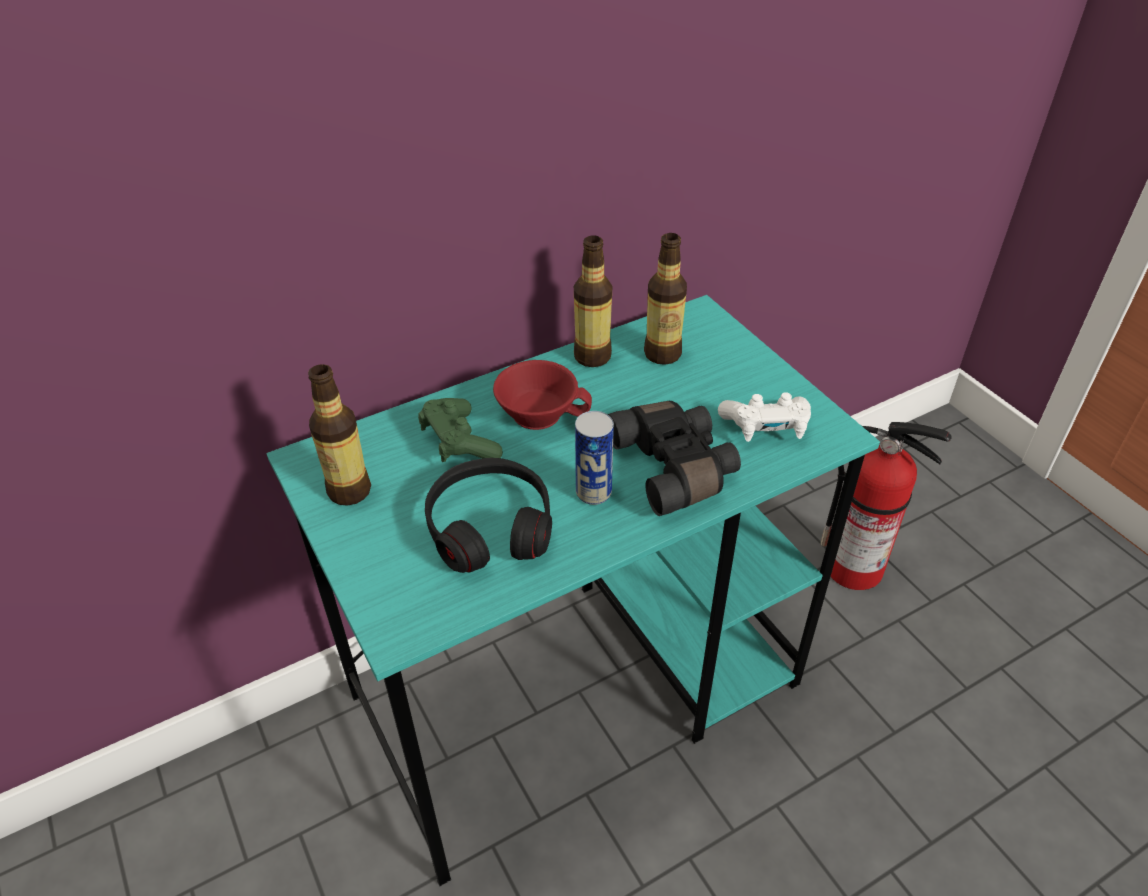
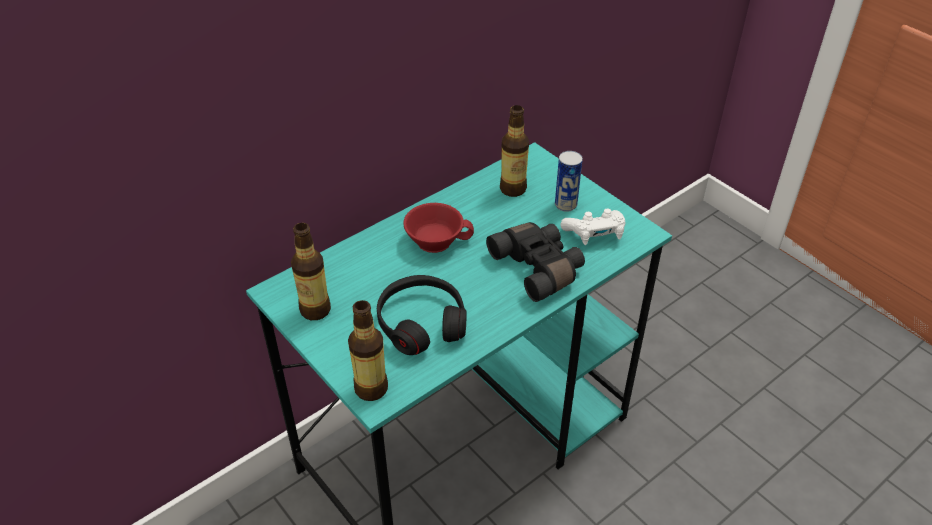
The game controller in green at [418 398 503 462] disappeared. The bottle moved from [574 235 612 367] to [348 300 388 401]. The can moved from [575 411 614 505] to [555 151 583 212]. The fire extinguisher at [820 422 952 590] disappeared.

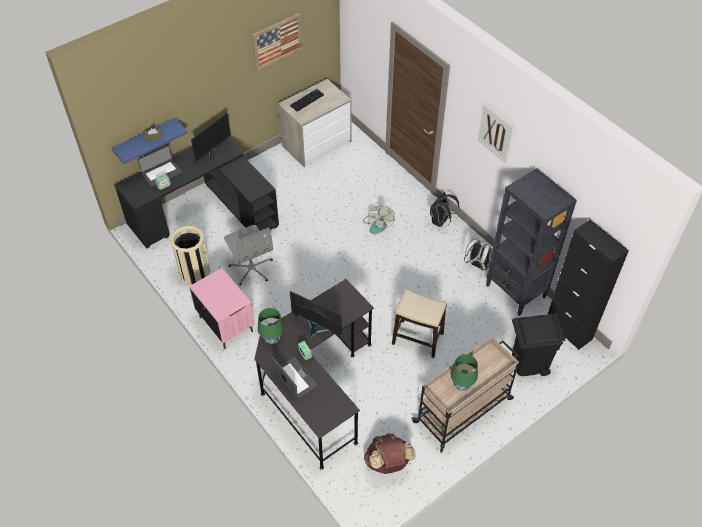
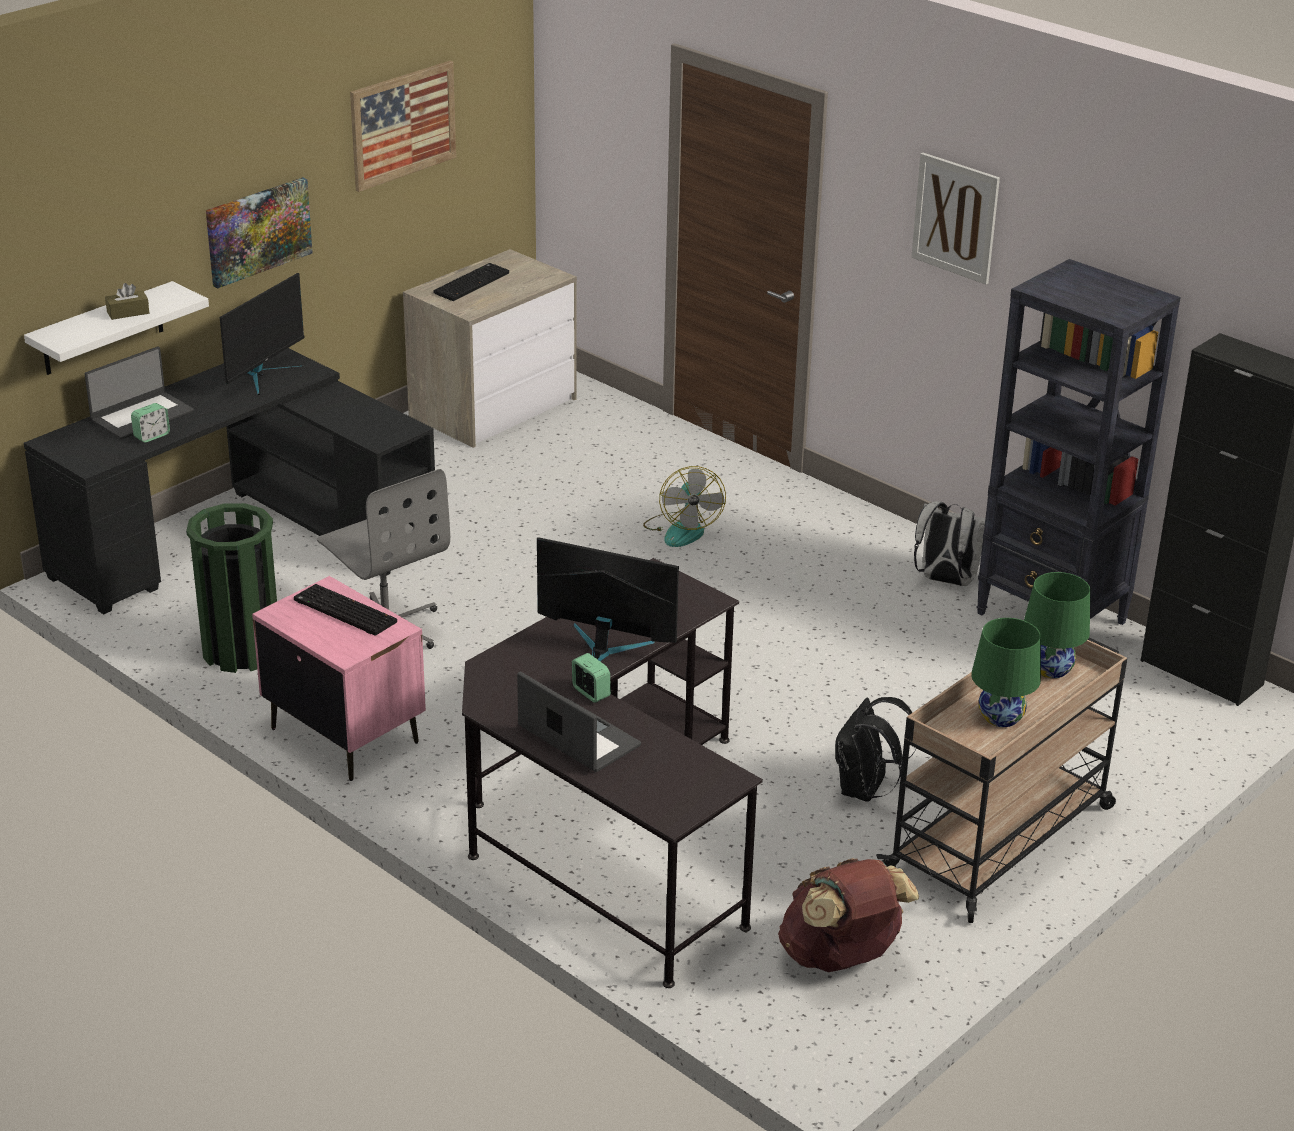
The shelf in blue at [112 118 187 164] became the shelf in white at [24 281 209 375]. The trash can in beige at [170 225 211 286] became the trash can in green at [186 503 277 673]. The table lamp in green moved from [258 308 284 344] to [1024 572 1090 678]. The stool at [392 289 447 358] disappeared. The backpack in black moved from [430 192 460 227] to [835 697 916 802]. The trash can in black at [512 313 565 376] disappeared. The picture at [206 177 313 289] appeared. The keyboard at [294 584 397 636] appeared.

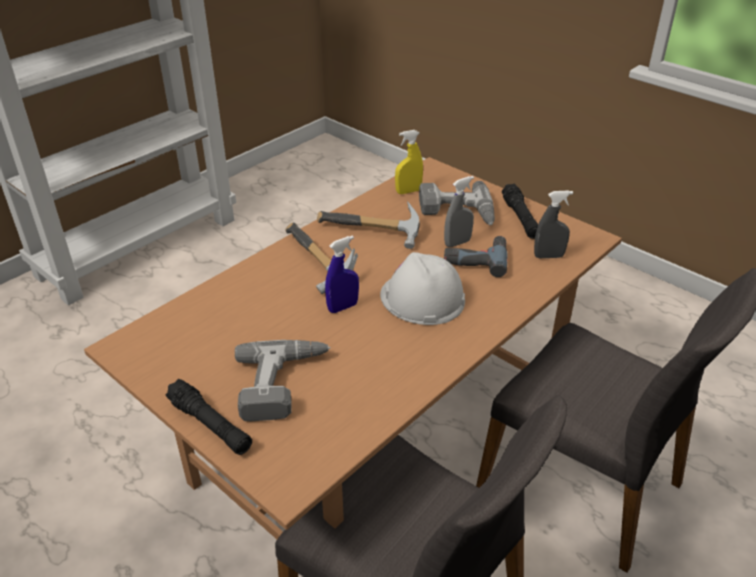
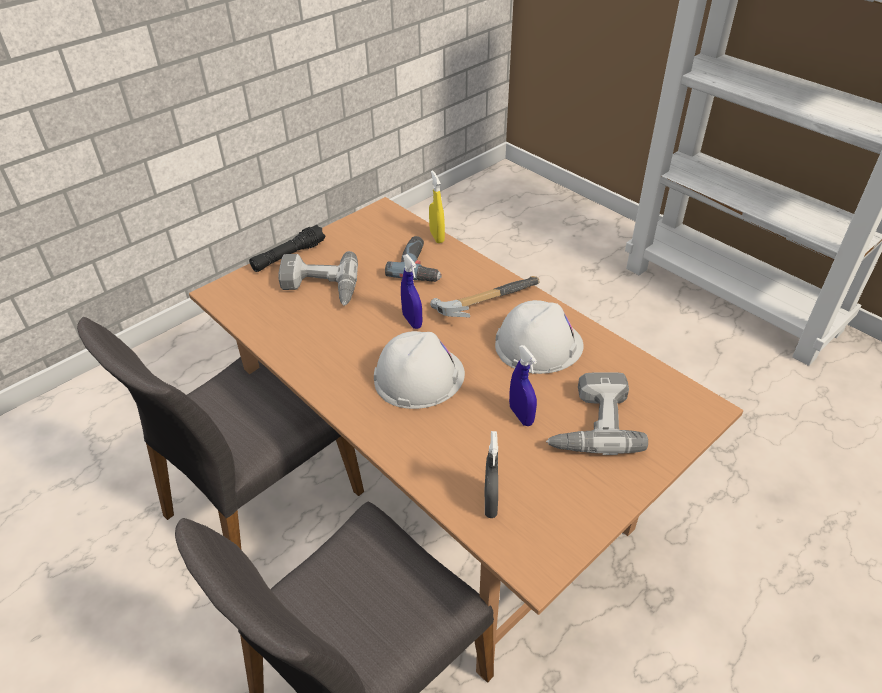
The hammer at [317 201 420 249] was replaced by the hard hat in white at [495 300 584 374]. The spray bottle in yellow moved from [395 130 423 194] to [429 170 445 243]. The spray bottle in grey at [444 176 474 247] became the spray bottle in blue at [509 345 537 426]. The power drill moved from [444 236 508 277] to [385 236 442 282]. The flashlight in black at [502 184 538 239] disappeared.

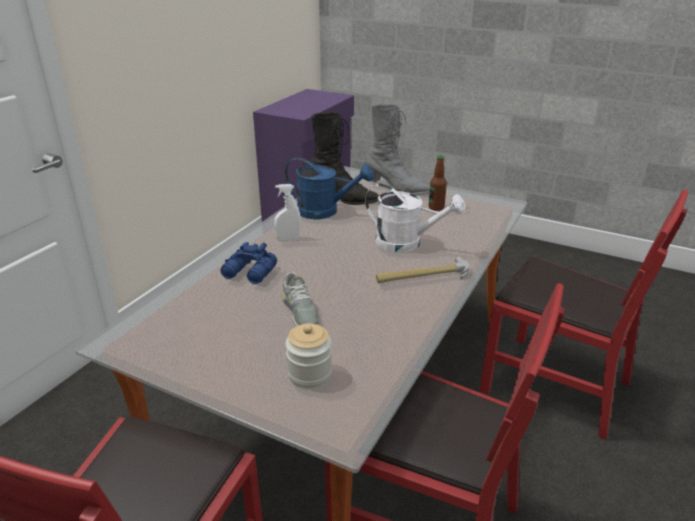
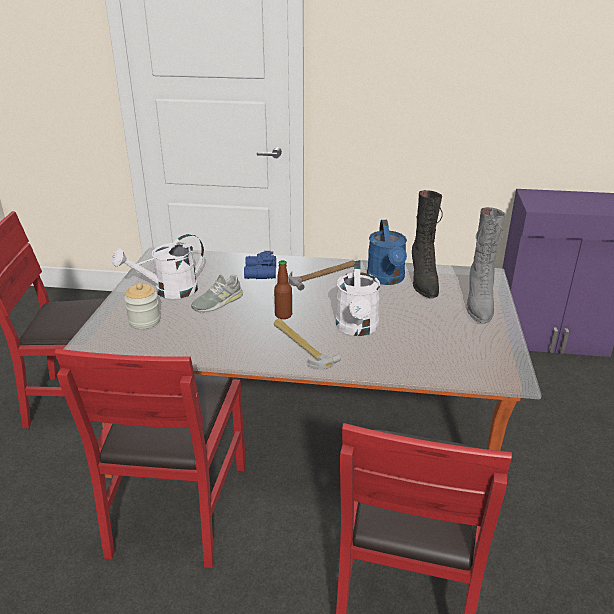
The spray bottle in white at [274 184 301 241] was replaced by the hammer at [289 261 354 290]. The bottle moved from [429 155 447 211] to [274 260 292 319]. The watering can in white at [112 234 204 299] appeared.

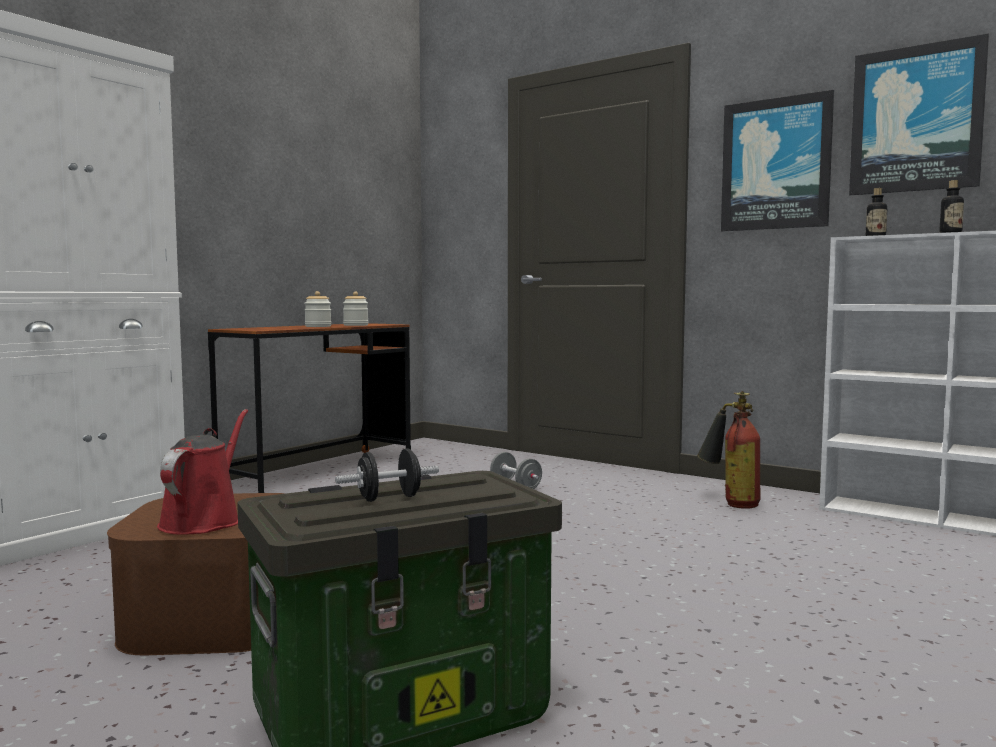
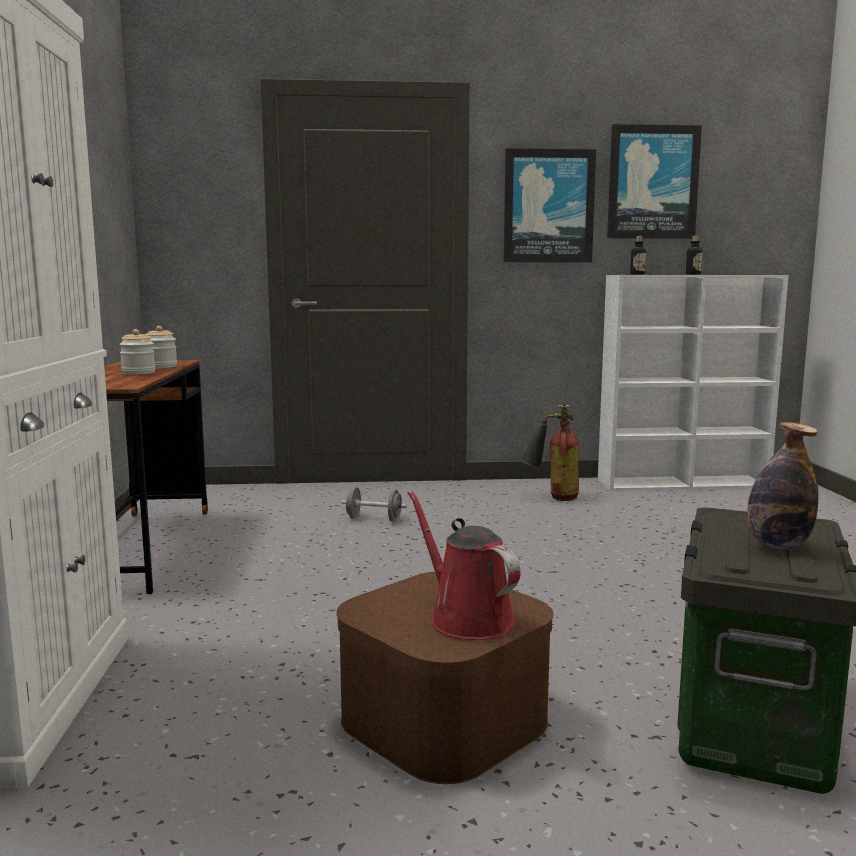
The dumbbell in black at [335 448 439 502] was replaced by the bottle at [747 422 818 549].

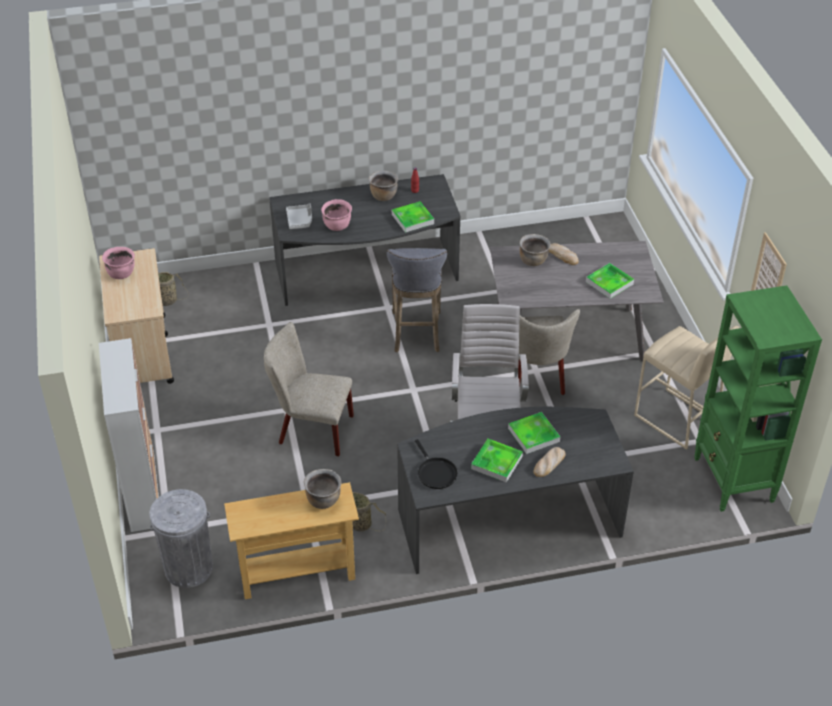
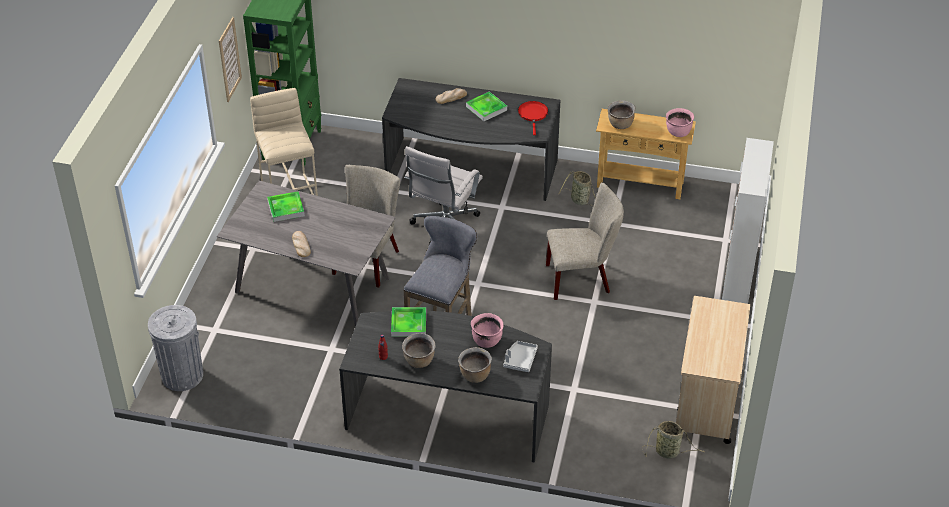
The cooking pot in pink moved from [102 247 135 279] to [666 108 694 137]. The trash can in grey moved from [150 489 213 588] to [148 305 203 391]. The chair in beige at [264 322 354 456] turned 45 degrees counterclockwise. The frying pan in black at [415 439 458 489] became the frying pan in red at [518 101 548 135]. The tray at [508 412 560 454] disappeared. The cooking pot in brown moved from [519 234 551 266] to [458 347 492 383].

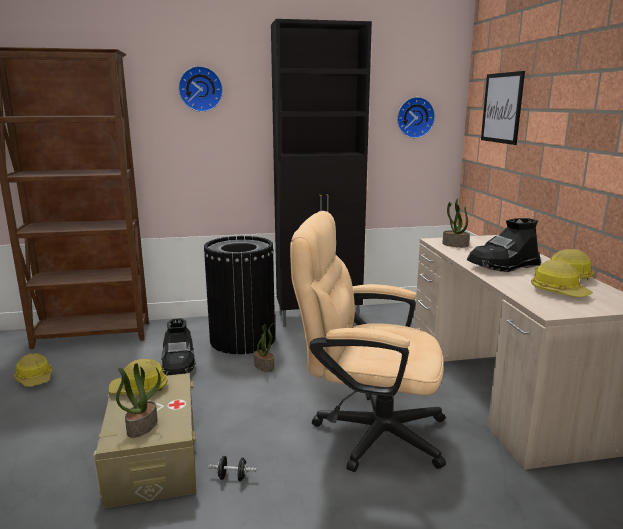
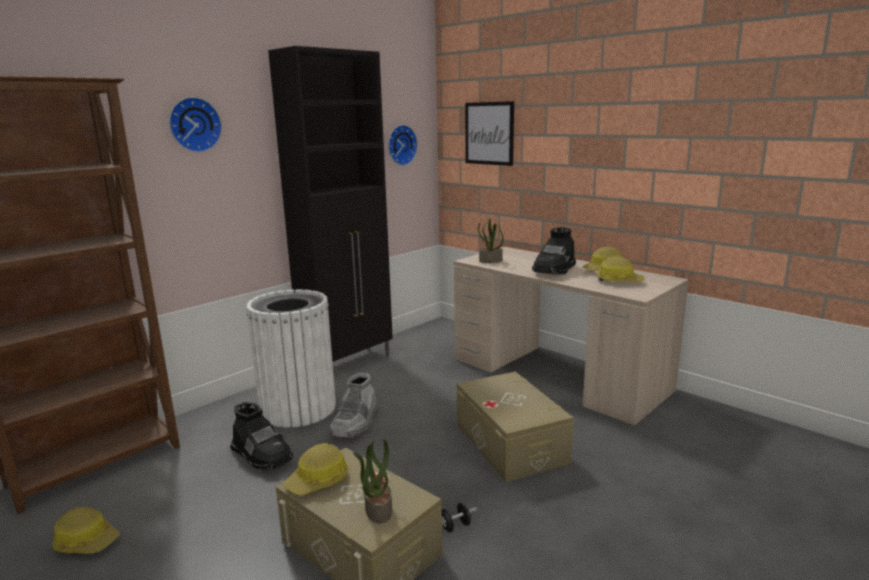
The trash can in black at [204 236 275 354] became the trash can in white at [246 289 336 428]. The potted plant at [254 323 274 372] was replaced by the boot in grey at [329 373 379 438]. The office chair in beige at [290 211 446 472] was replaced by the storage box in beige at [457 372 573 482].

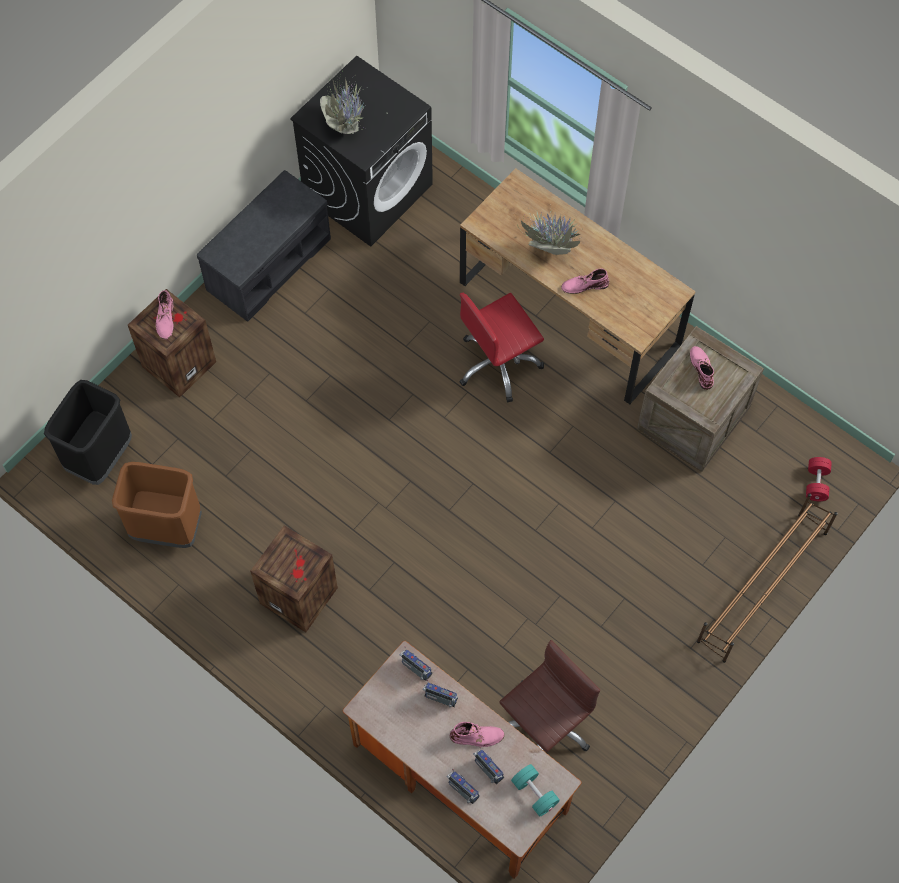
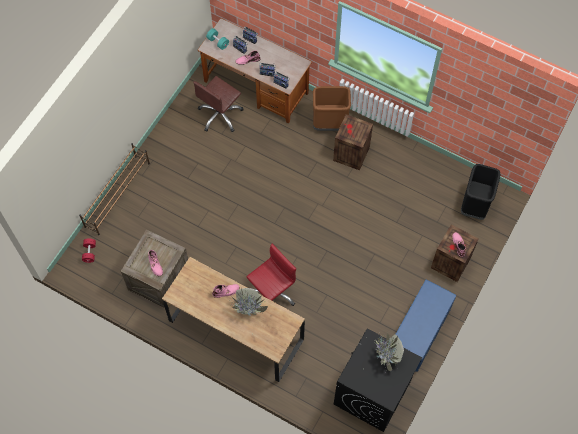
The trash can in brown moved from [112 462 202 548] to [313 86 351 131]. The bench in grey at [197 170 331 322] became the bench in blue at [396 280 456 372].

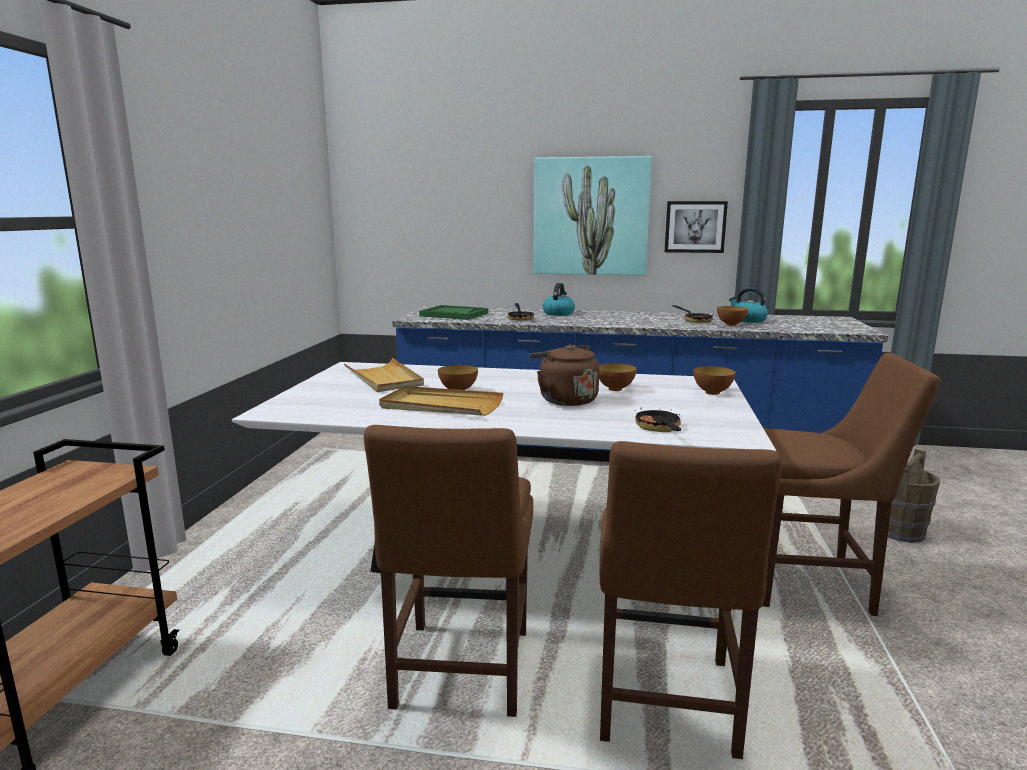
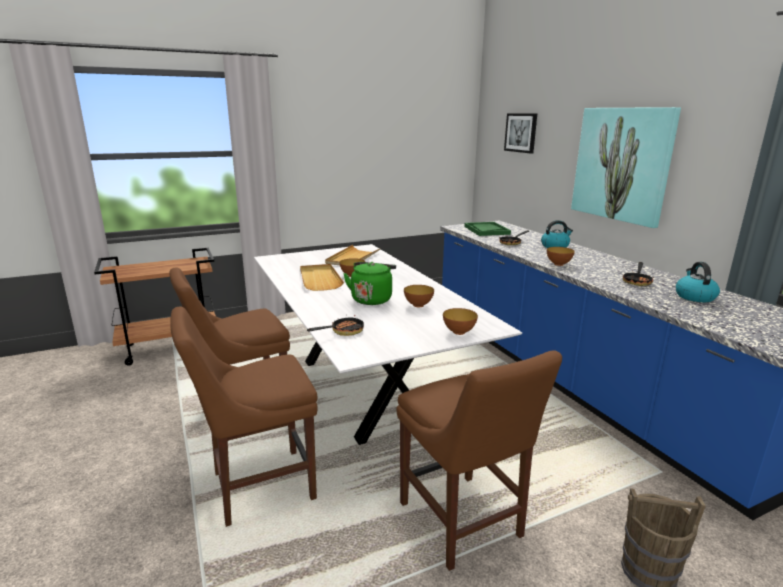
The kettle in brown at [529 345 599 406] became the kettle in green at [343 262 396 305]. The picture moved from [665 201 728 253] to [504 113 537 153]. The bowl moved from [717 306 749 326] to [547 247 575 266].

